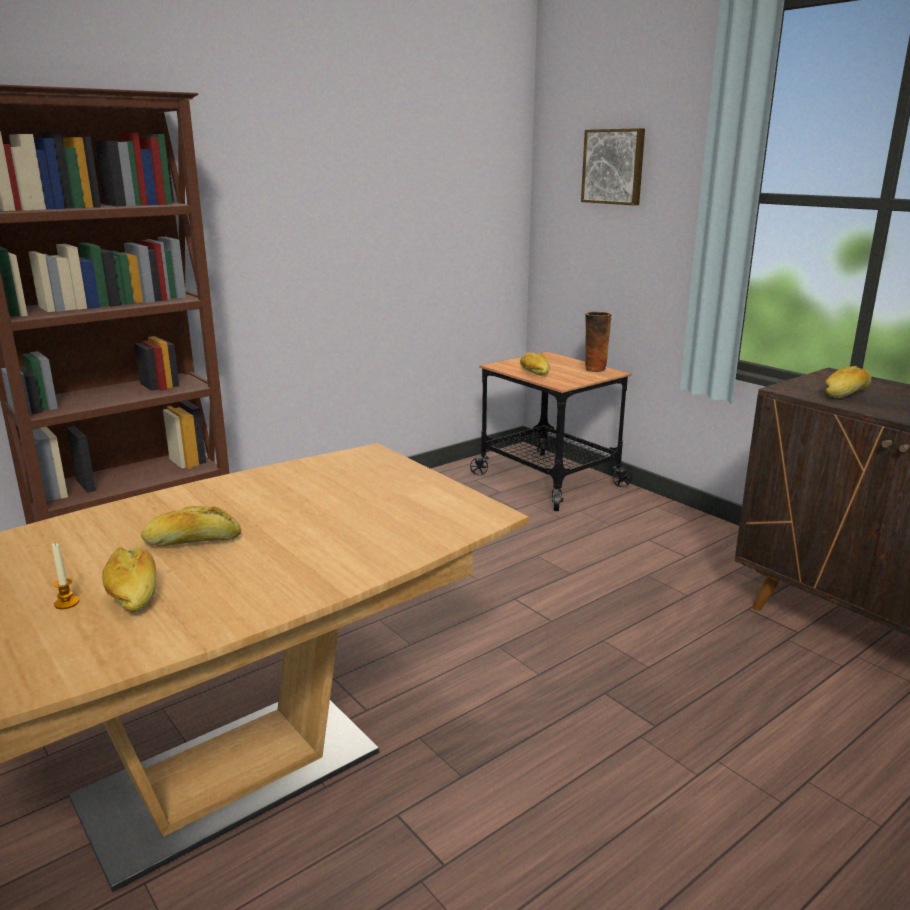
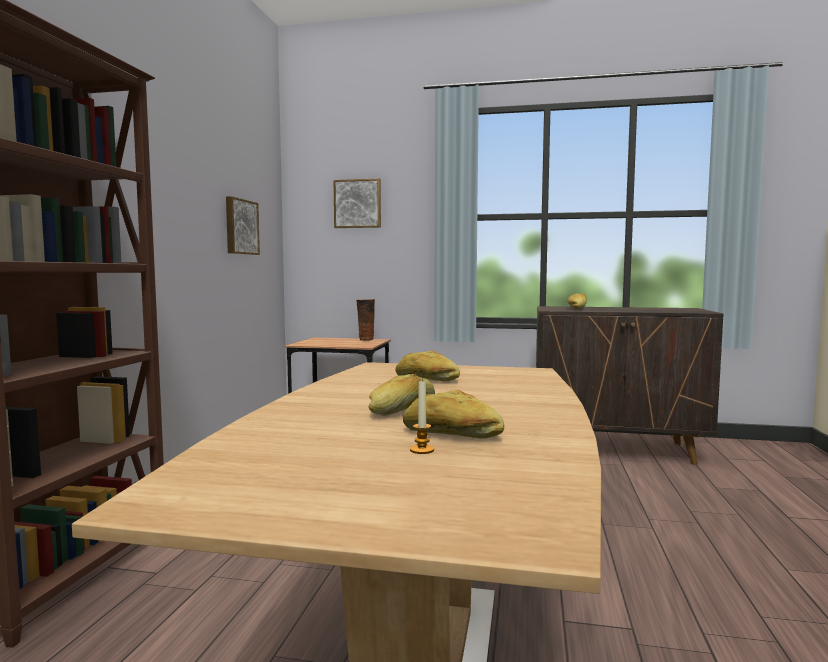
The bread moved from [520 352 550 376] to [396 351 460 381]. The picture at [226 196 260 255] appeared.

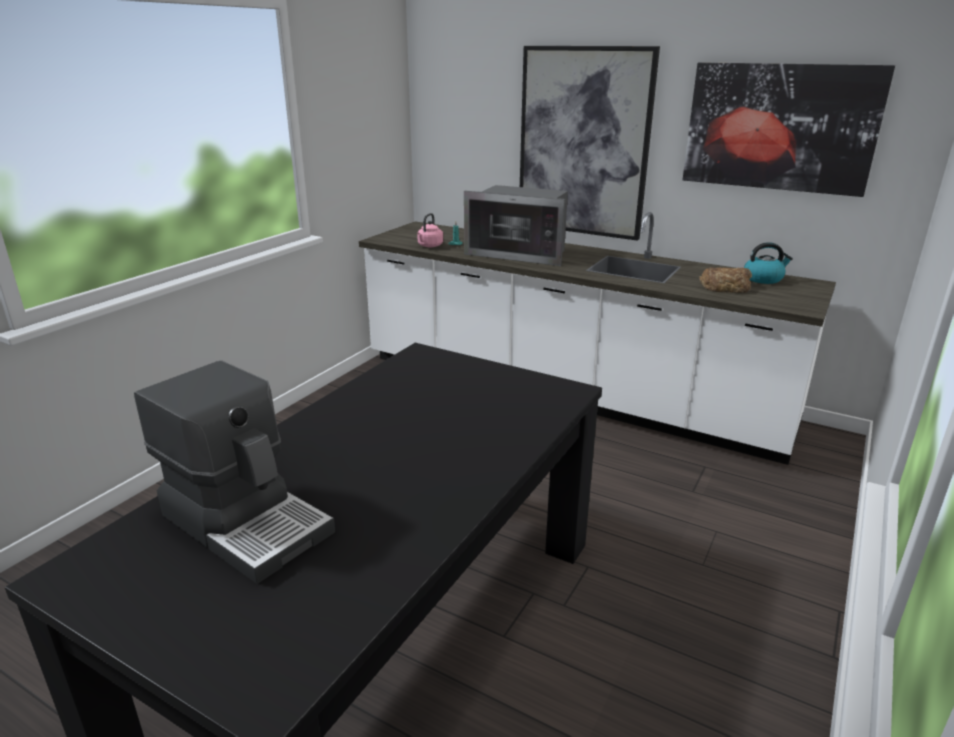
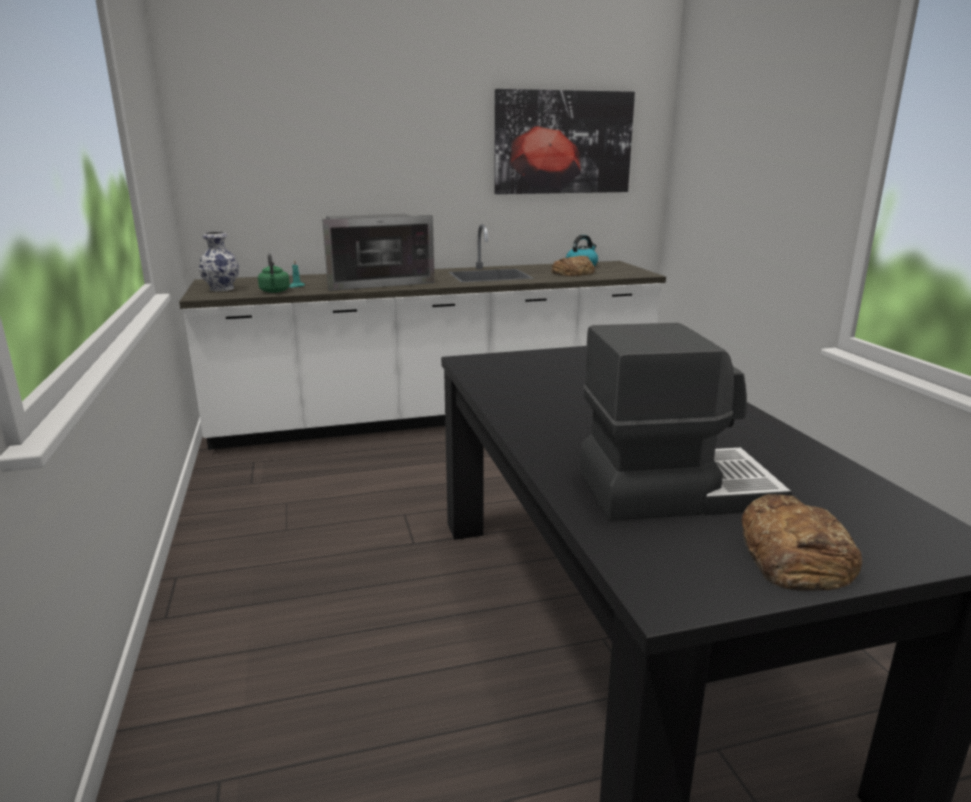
The kettle in pink at [417 213 443 247] became the kettle in green at [258 253 290 293]. The picture at [520 46 660 241] disappeared. The vase at [199 232 239 291] appeared. The bread at [741 494 862 591] appeared.

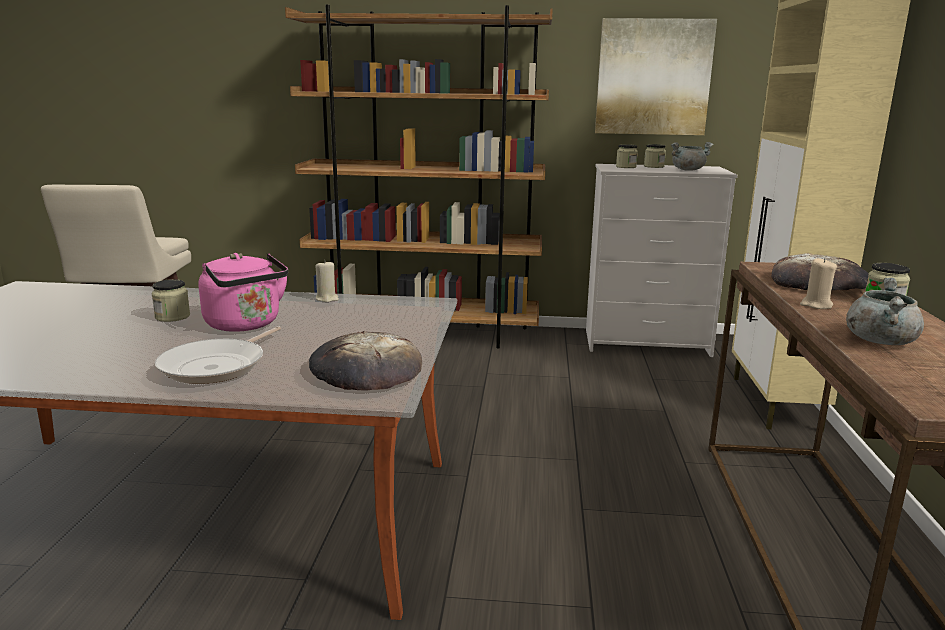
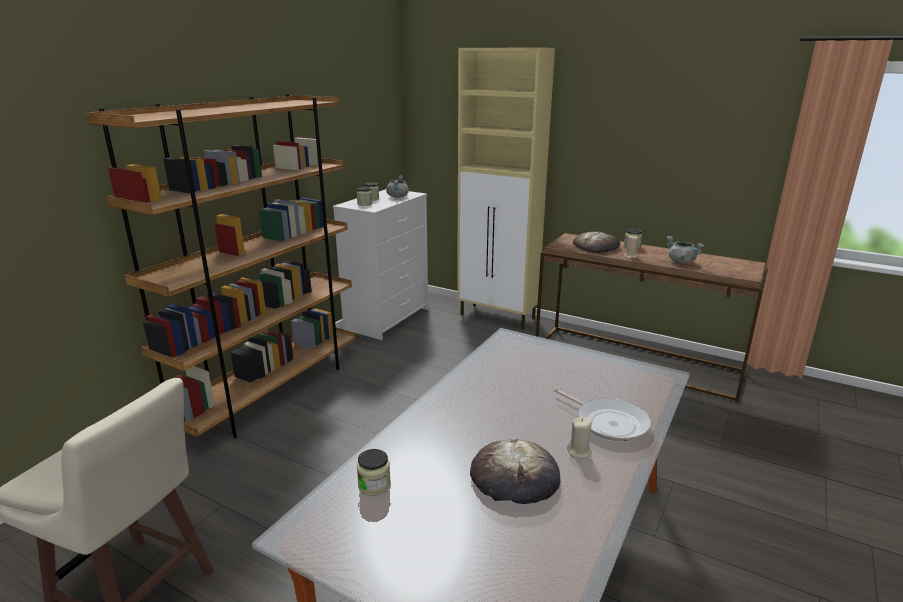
The jar moved from [152 279 190 322] to [357 449 391 496]. The kettle in pink at [199 253 288 332] disappeared. The bread moved from [309 331 422 391] to [470 439 560 504]. The candle in beige moved from [315 261 339 302] to [567 417 592 458]. The picture at [595 18 717 135] disappeared.

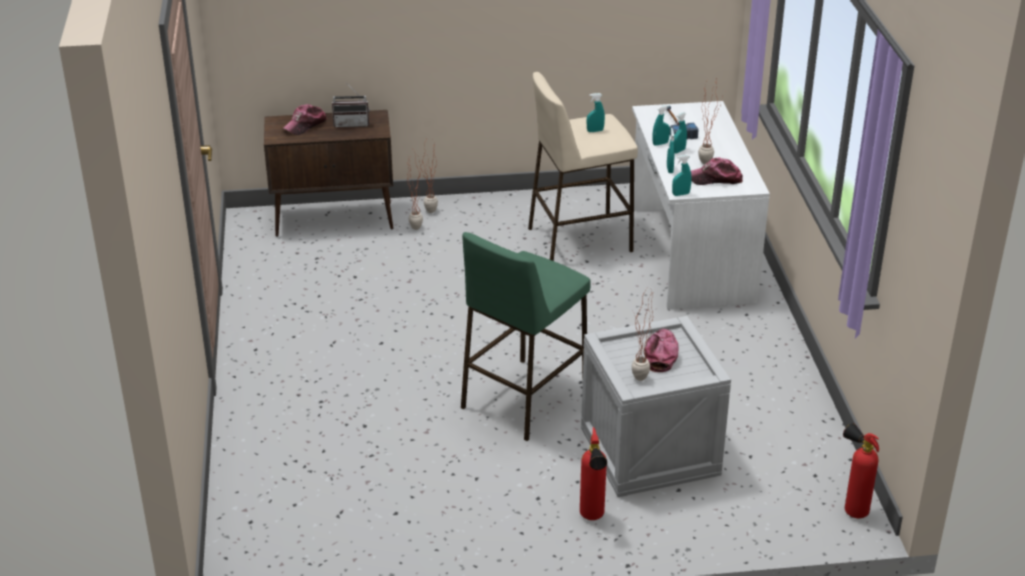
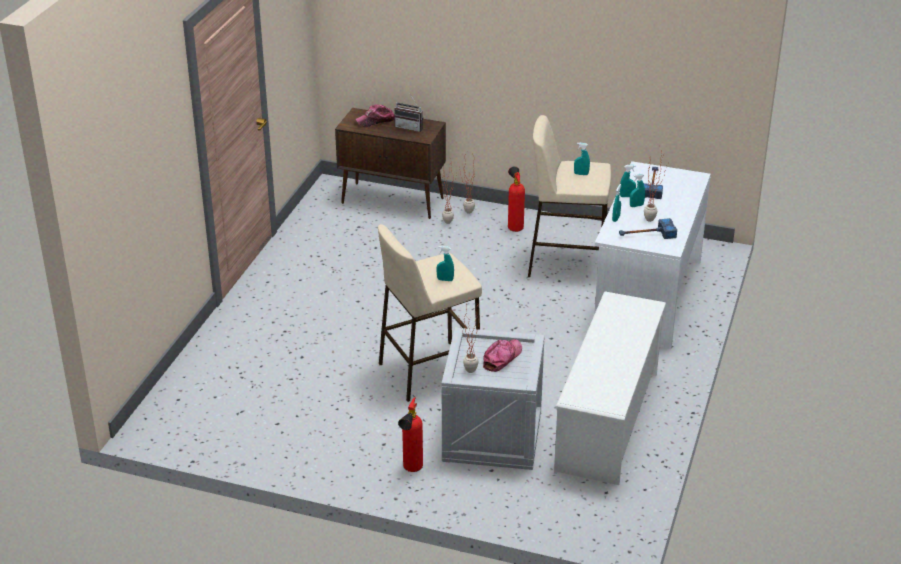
The stool in green at [461 232 591 441] became the stool in beige at [378 224 482 402]. The spray bottle in turquoise moved from [672 155 692 196] to [436 246 454 281]. The cap at [691 158 743 185] was replaced by the hammer at [619 218 677 239]. The fire extinguisher moved from [843 423 879 518] to [508 166 525 232]. The shoe rack in white at [554 291 666 485] appeared.

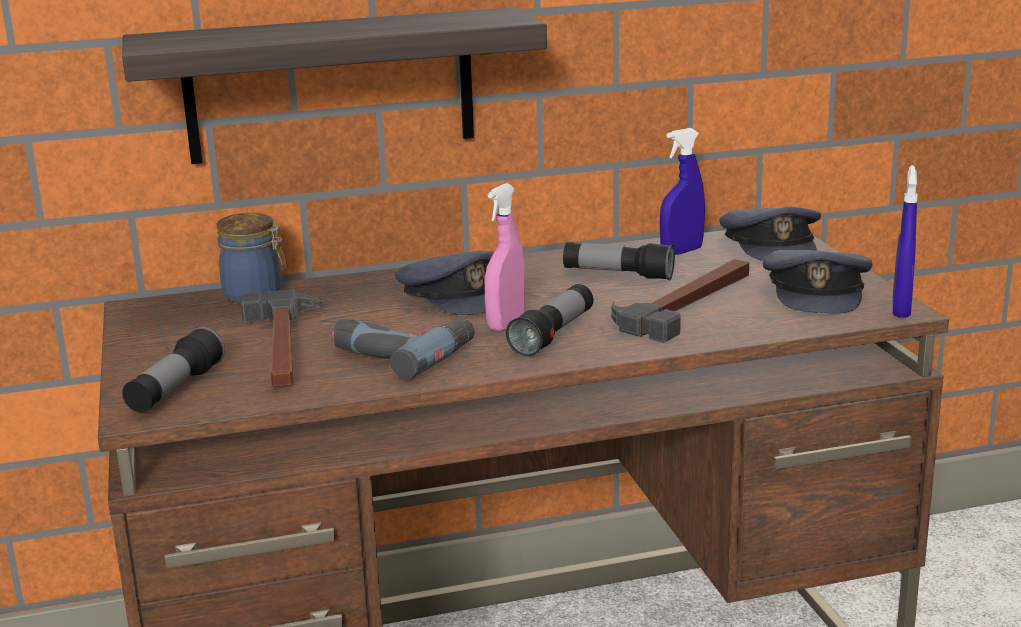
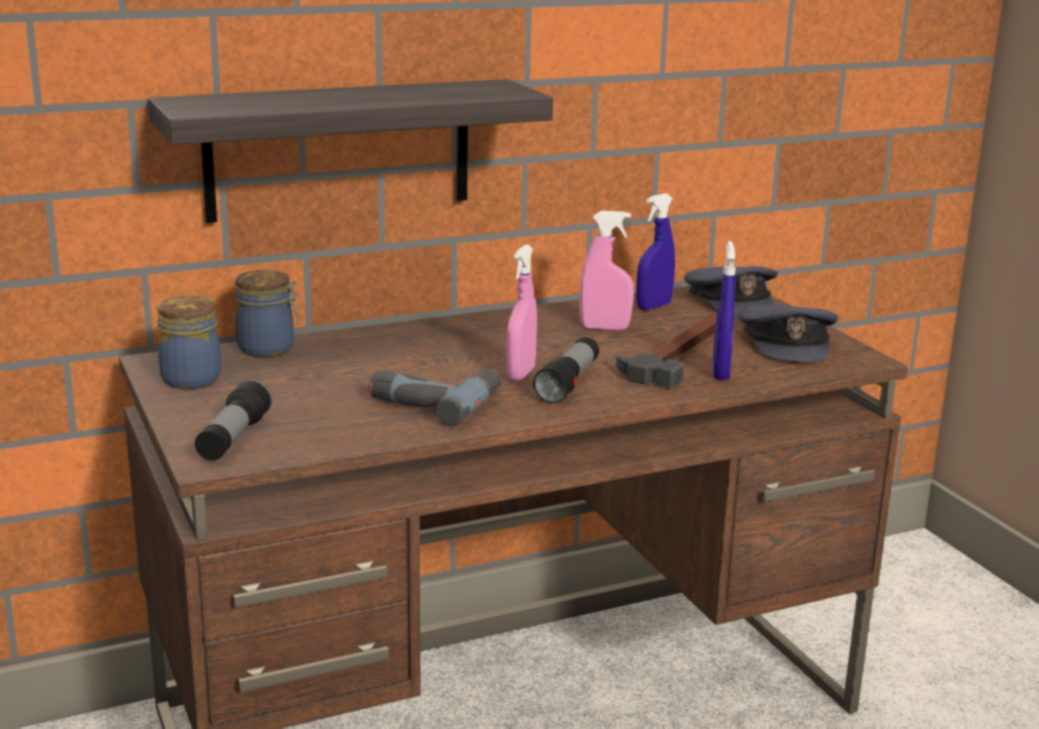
The hammer at [241 289 324 387] disappeared. The cap in grey at [395 251 495 315] disappeared. The flashlight at [563 242 675 280] was replaced by the spray bottle in pink at [579 211 634 331]. The spray bottle in blue moved from [892 166 918 318] to [713 241 736 380]. The jar at [157 296 221 389] appeared.

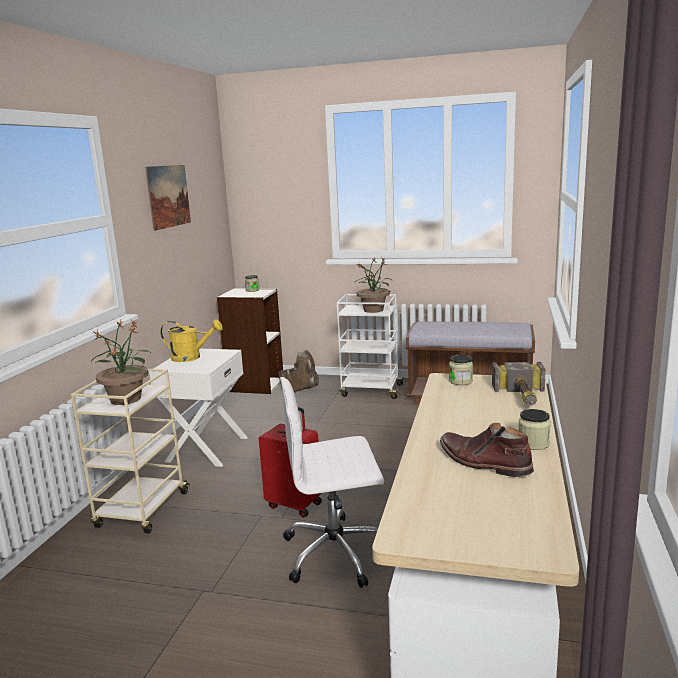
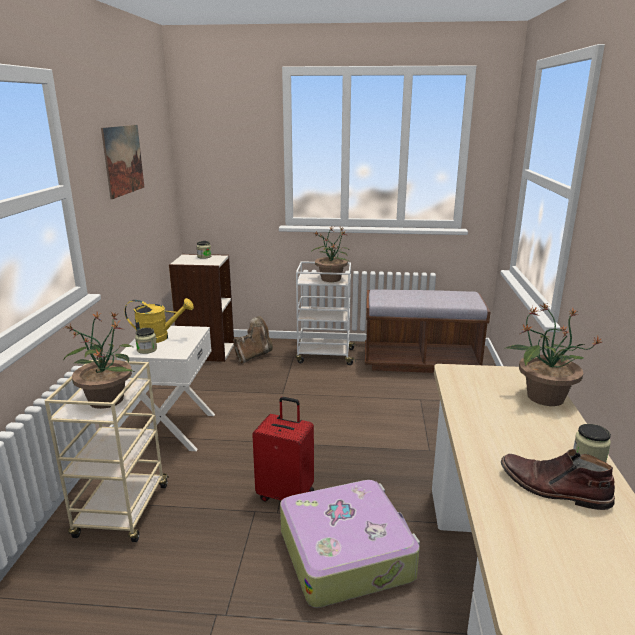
The office chair in white at [280 377 384 588] was replaced by the suitcase at [280 480 420 608]. The jar moved from [449 355 473 385] to [135 328 157 354]. The hammer at [492 362 546 406] was replaced by the potted plant at [504 303 602 406].

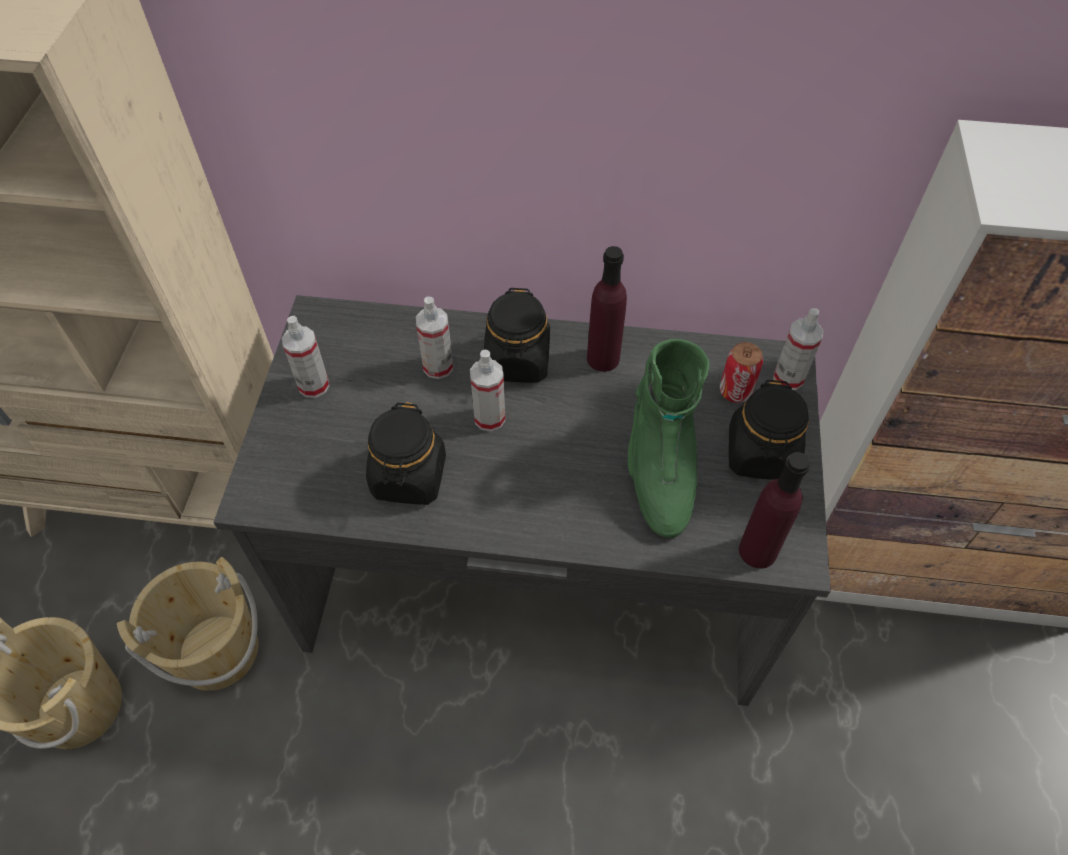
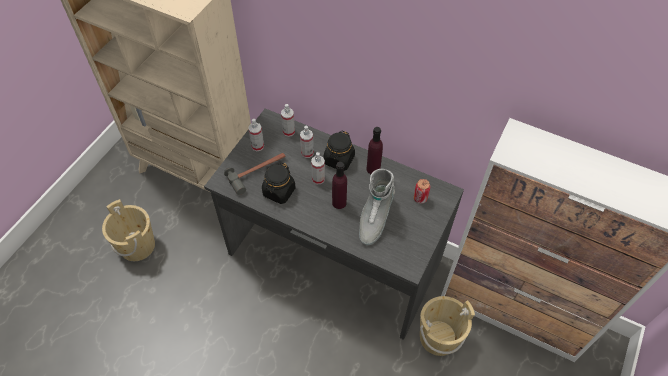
The bucket in beige moved from [117 557 258 691] to [420 296 475 356]. The boot in green at [627 339 710 538] became the boot in grey at [359 169 395 245]. The jar in black at [729 379 809 480] disappeared. The bottle in purple moved from [739 452 810 569] to [332 162 347 209]. The spray bottle moved from [773 308 824 390] to [281 104 295 137]. The hammer at [224 153 285 195] appeared.

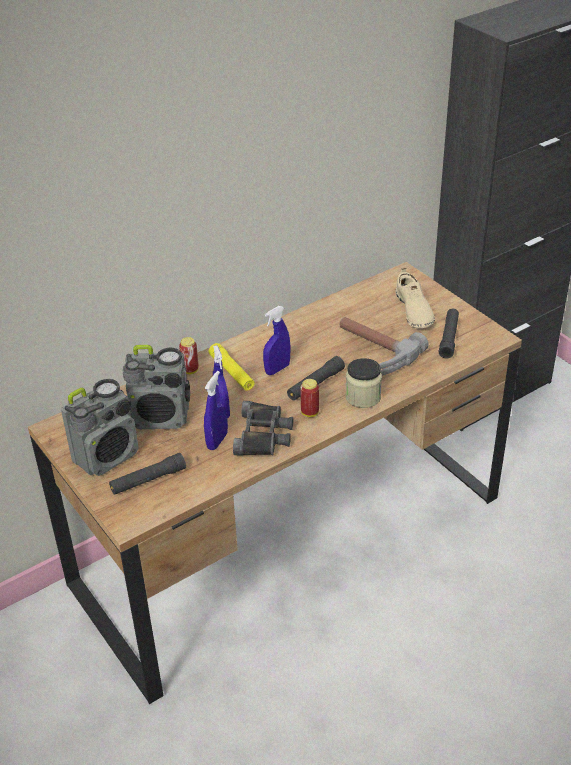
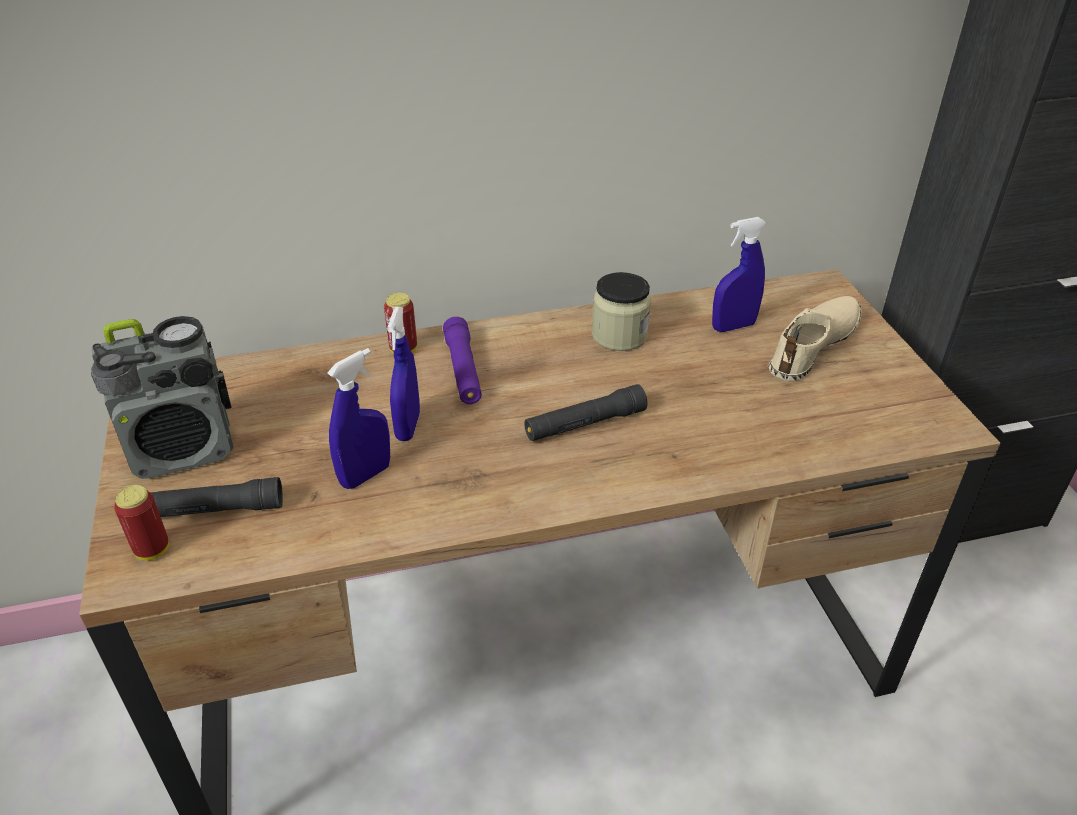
The radio at [122 345 190 429] disappeared. The flashlight in yellow at [209 343 255 391] became the flashlight in purple at [443 317 482 404]. The binoculars in black at [233 401 293 456] disappeared. The spray bottle in blue moved from [263 306 291 375] to [712 217 767 332]. The can moved from [300 379 319 417] to [114 485 169 560]. The hammer at [339 317 429 376] disappeared. The jar moved from [345 358 382 408] to [592 272 651 351]. The shoe in beige at [395 268 435 328] turned 150 degrees counterclockwise. The flashlight in black at [439 309 459 359] disappeared.

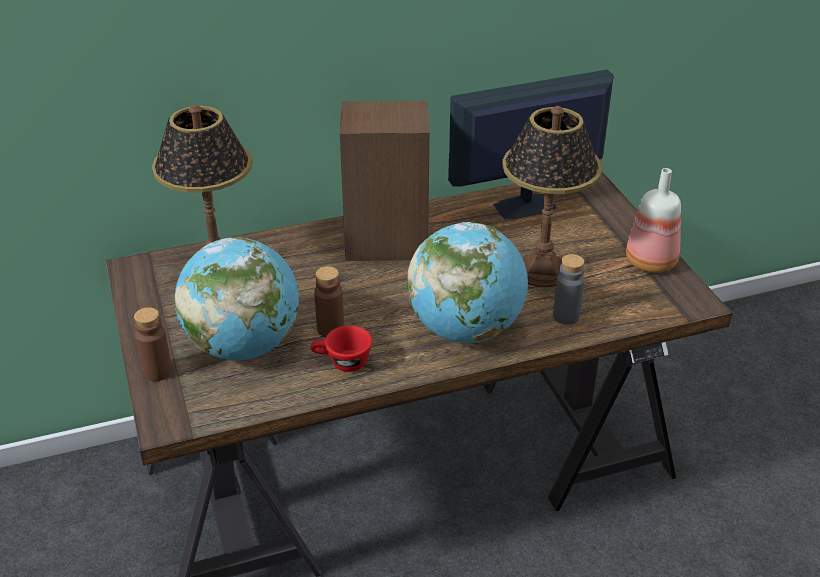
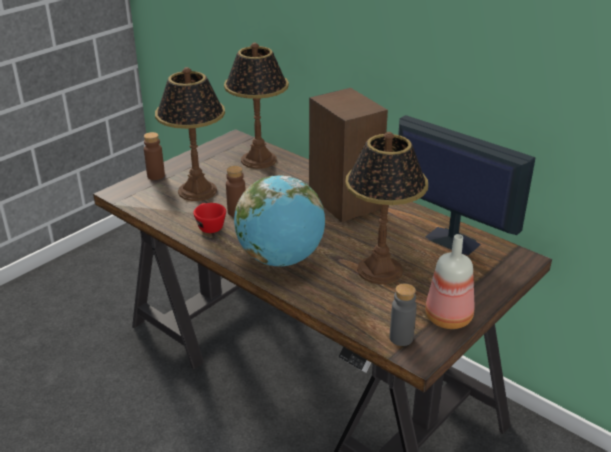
The globe at [175 237 299 360] was replaced by the table lamp at [155 67 225 201]. The bottle in grey moved from [553 254 585 325] to [390 283 417 346].

